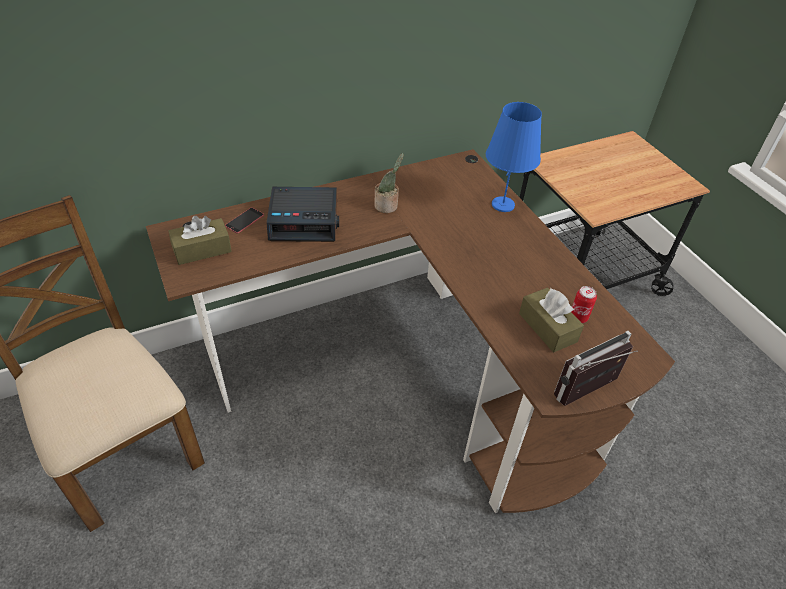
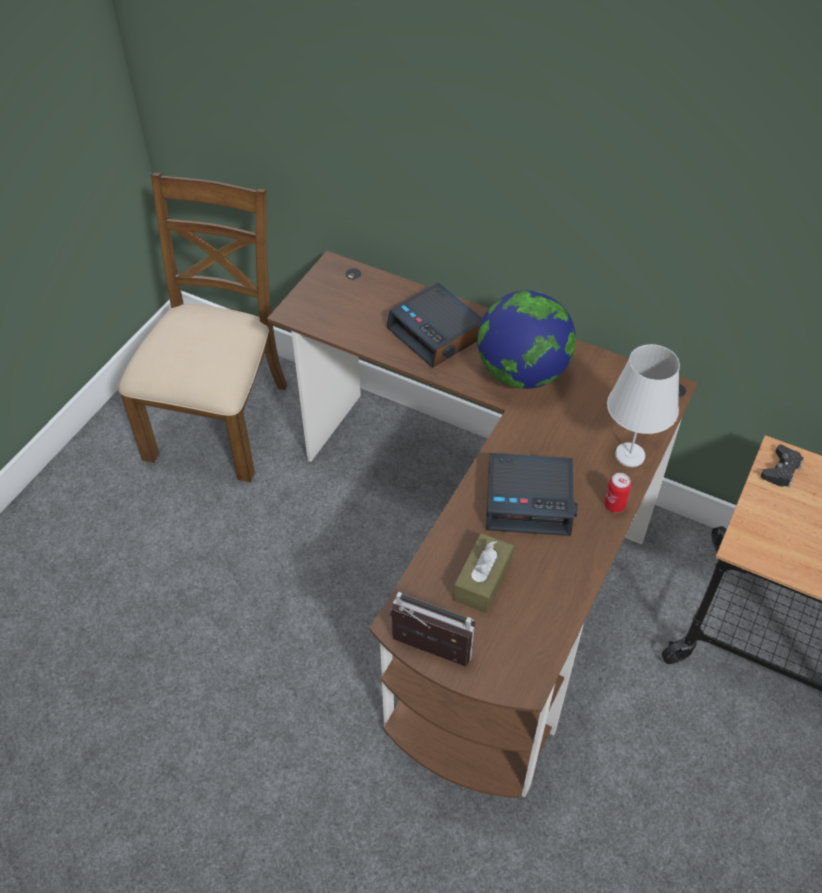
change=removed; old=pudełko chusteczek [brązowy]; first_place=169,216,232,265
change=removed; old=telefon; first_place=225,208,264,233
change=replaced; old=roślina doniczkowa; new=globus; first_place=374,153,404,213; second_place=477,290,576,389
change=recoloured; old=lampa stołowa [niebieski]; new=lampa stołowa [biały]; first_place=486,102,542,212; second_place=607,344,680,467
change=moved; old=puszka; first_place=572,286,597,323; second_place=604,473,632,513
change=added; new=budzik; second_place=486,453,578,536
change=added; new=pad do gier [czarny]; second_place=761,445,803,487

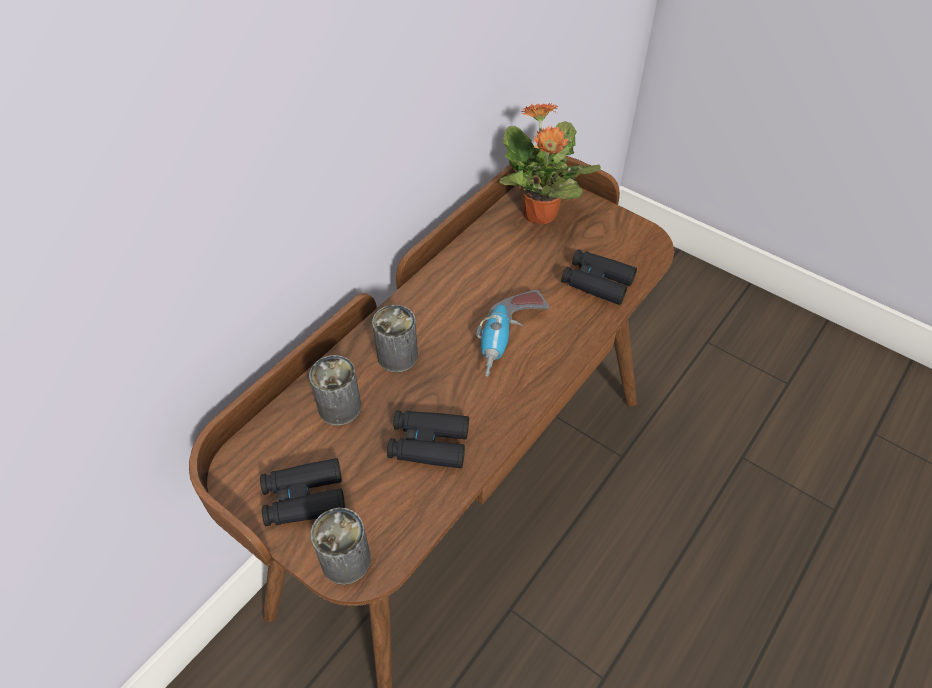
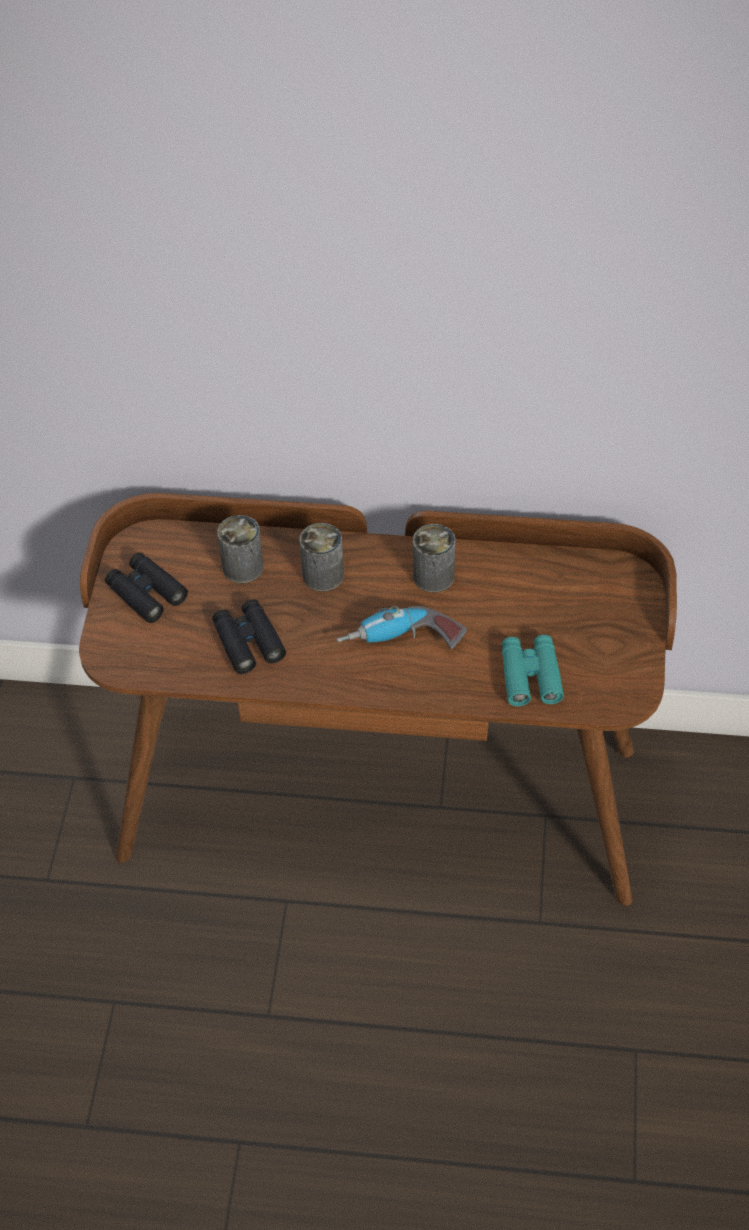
change=moved; old=puszka; first_place=311,508,371,585; second_place=413,524,455,593
change=removed; old=roślina doniczkowa; first_place=499,103,601,224
change=recoloured; old=lornetka [czarny]; new=lornetka [turkusowy]; first_place=561,249,637,305; second_place=502,635,564,706

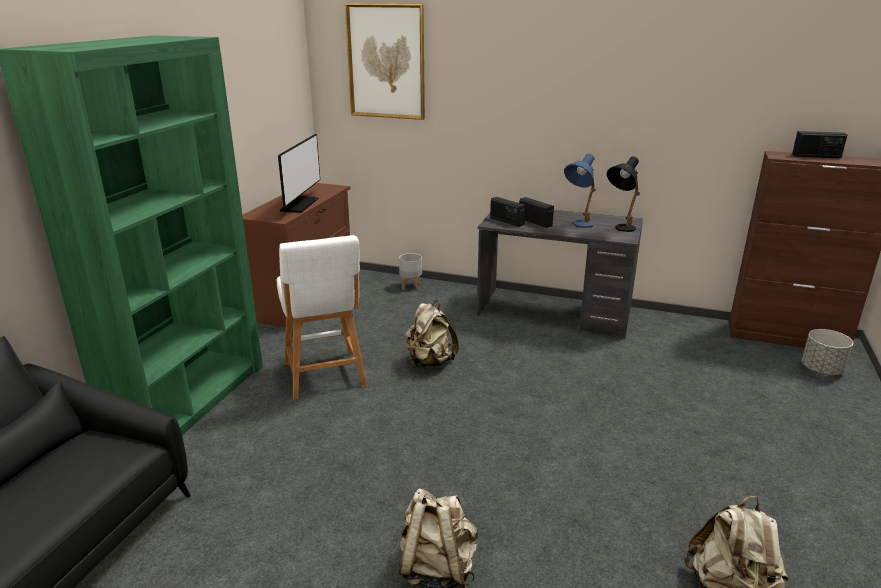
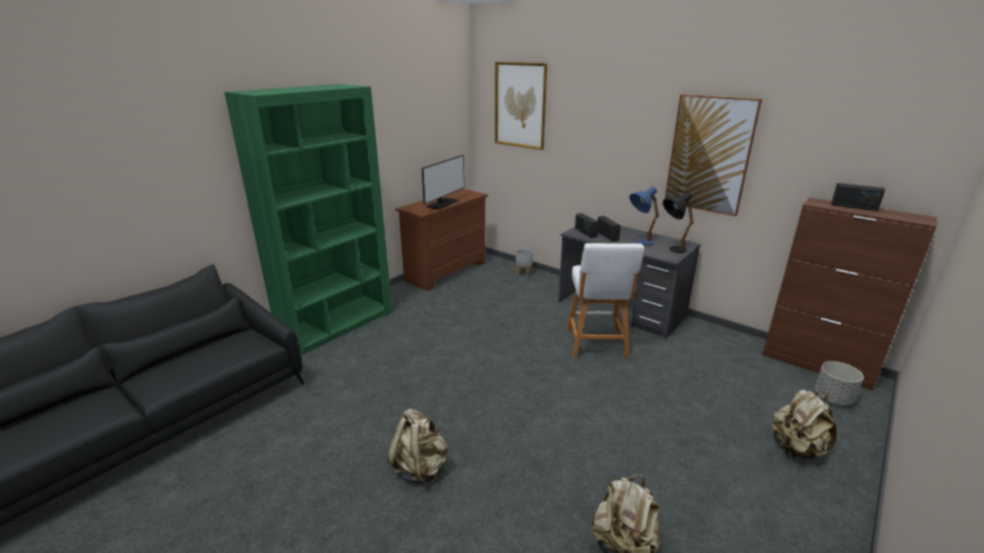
change=moved; old=stołek [biały]; first_place=276,235,367,400; second_place=566,243,644,359
change=moved; old=plecak [beżowy]; first_place=405,300,459,368; second_place=772,390,837,459
change=added; new=obraz; second_place=665,94,762,216

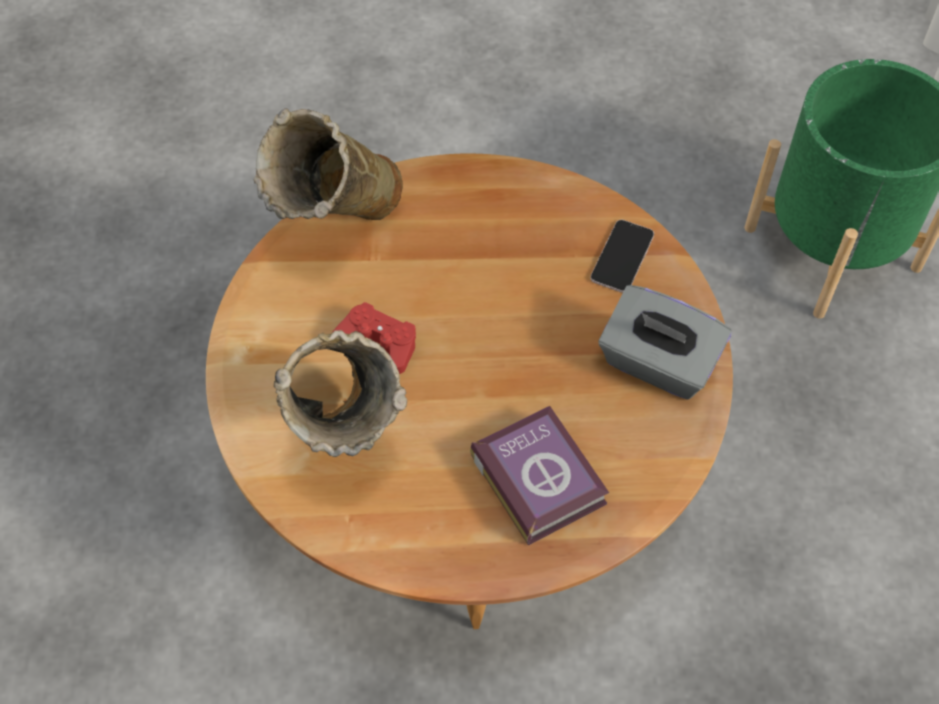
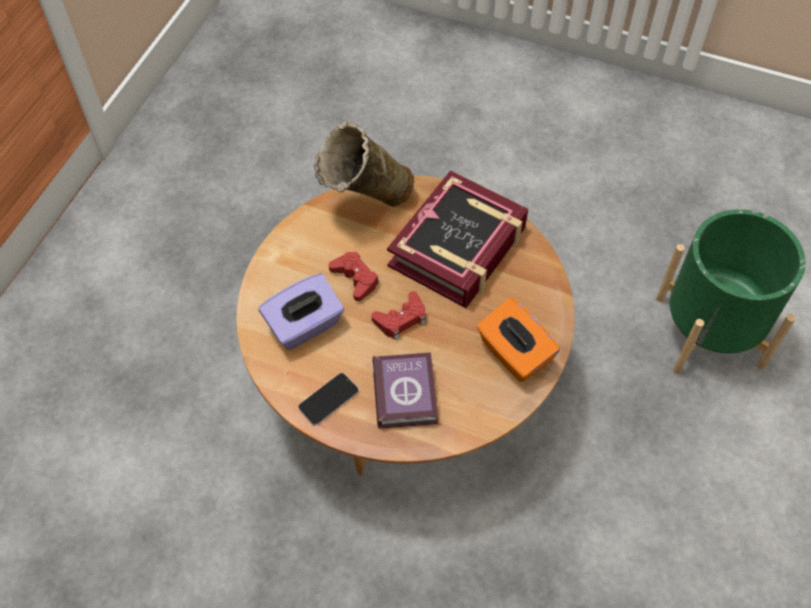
change=replaced; old=wazon [beżowy]; new=pudełko chusteczek [fioletowy]; first_place=274,330,407,457; second_place=259,273,344,350
change=moved; old=telefon; first_place=590,220,654,293; second_place=298,373,359,426
change=recoloured; old=pudełko chusteczek [szary]; new=pudełko chusteczek [pomarańczowy]; first_place=599,285,732,399; second_place=477,298,560,382
change=added; new=pad do gier [czerwony]; second_place=371,291,426,340
change=added; new=książka; second_place=387,170,528,308

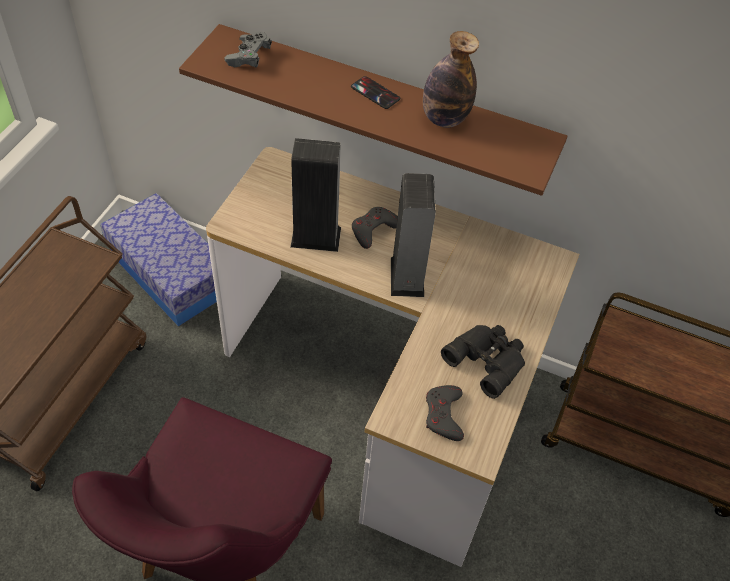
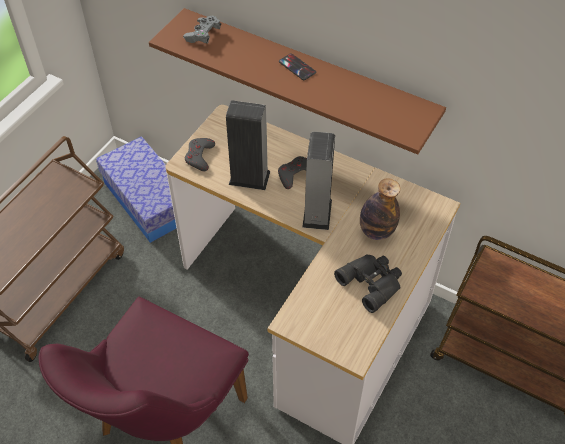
change=moved; old=butelka; first_place=423,31,479,128; second_place=360,178,400,240
change=moved; old=pad do gier [szary]; first_place=426,385,464,441; second_place=185,138,215,171

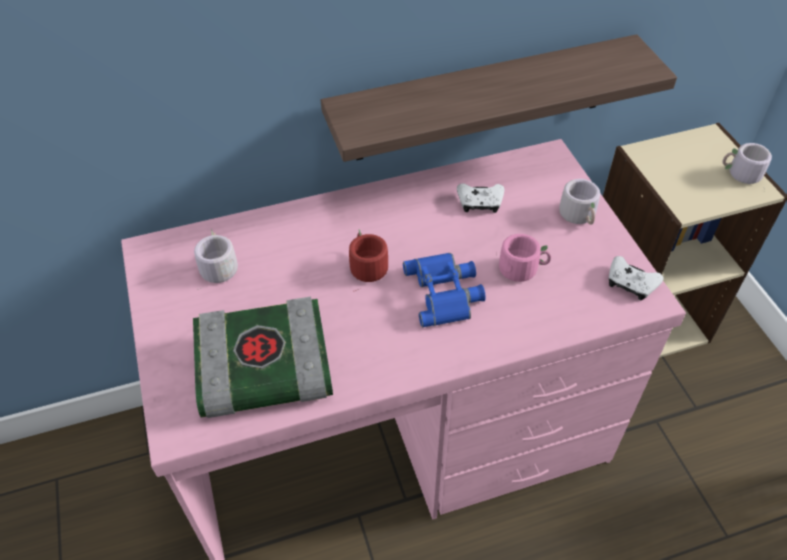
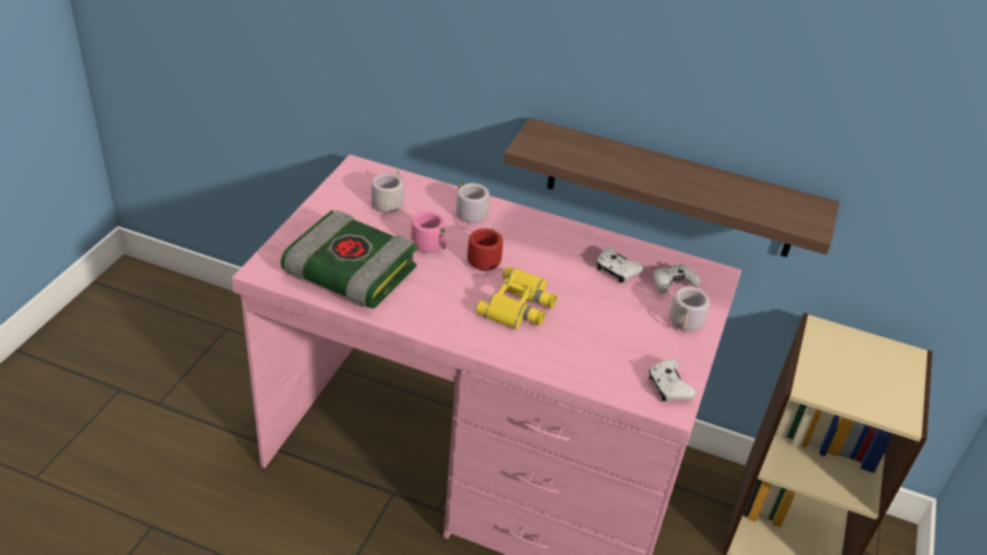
change=recoloured; old=lornetka [niebieski]; new=lornetka [żółty]; first_place=403,253,486,327; second_place=476,267,557,330
change=moved; old=kubek [różowy]; first_place=496,234,551,282; second_place=411,211,448,253
change=moved; old=kubek [szary]; first_place=722,143,772,184; second_place=456,180,489,230
change=added; new=pad do gier [biały]; second_place=653,263,701,293

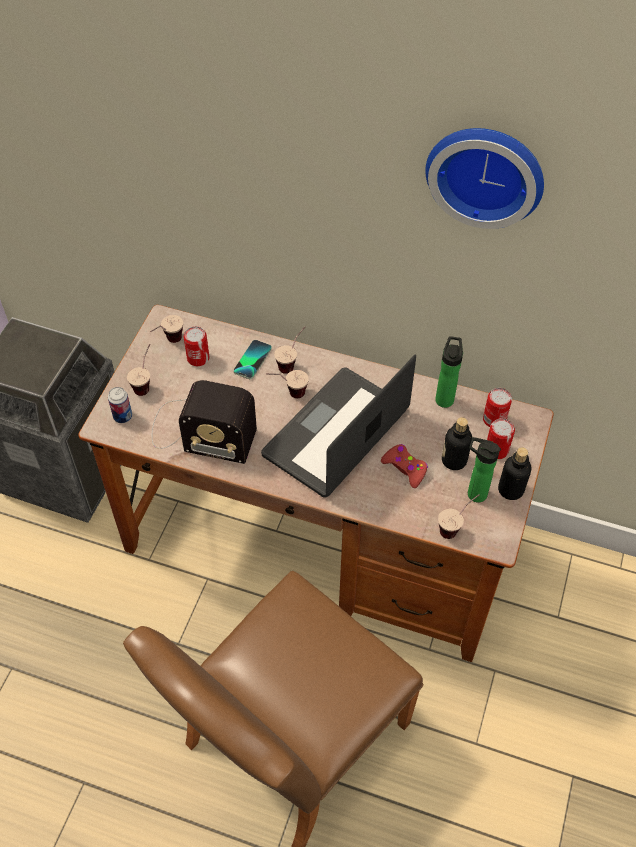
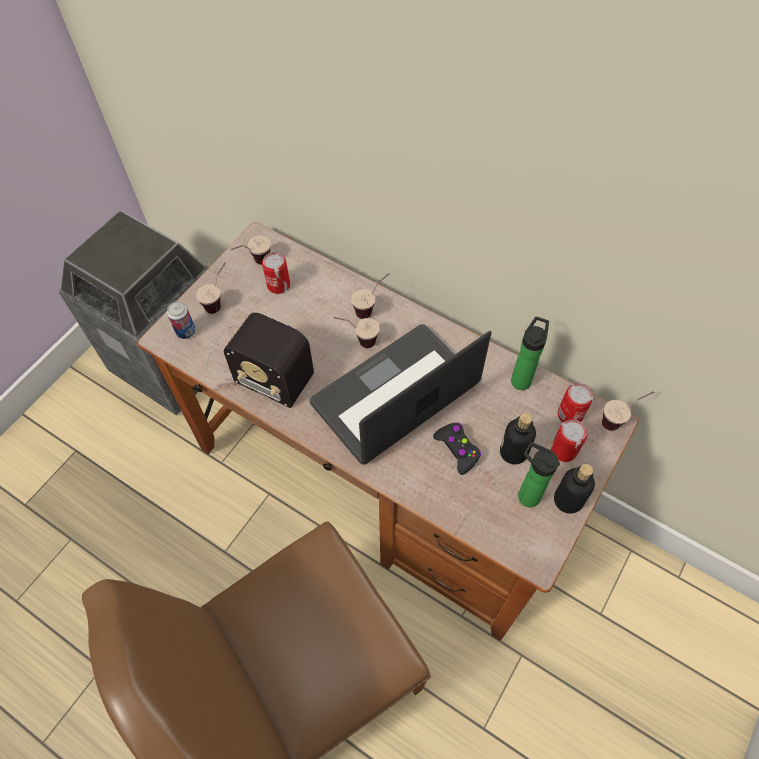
change=removed; old=telefon; first_place=233,340,272,379
change=recoloured; old=pad do gier [czerwony]; new=pad do gier [czarny]; first_place=381,444,428,488; second_place=433,423,481,475
change=removed; old=zegar ścienny; first_place=425,128,544,229
change=moved; old=filiżanka; first_place=438,494,480,539; second_place=602,391,654,431

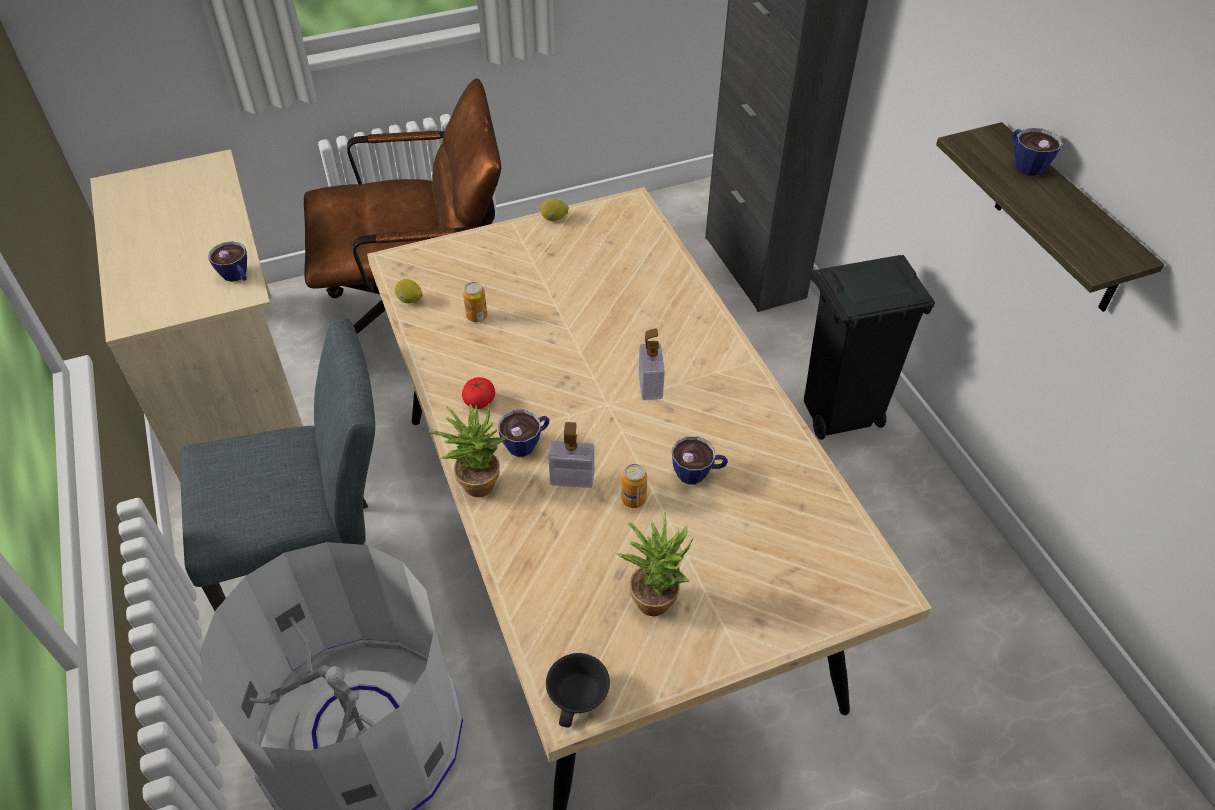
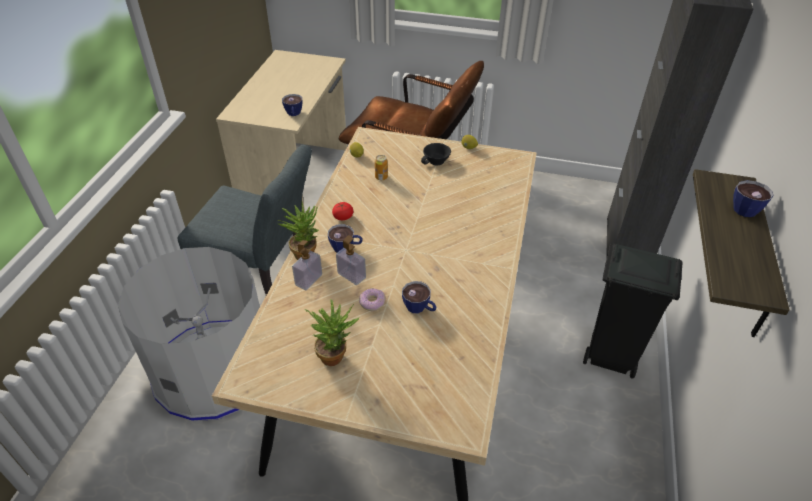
change=moved; old=filiżanka [czarny]; first_place=546,653,610,728; second_place=421,143,451,165
change=replaced; old=puszka; new=donut; first_place=621,464,647,508; second_place=359,288,386,311
change=moved; old=dozownik mydła; first_place=639,328,665,400; second_place=292,240,322,290

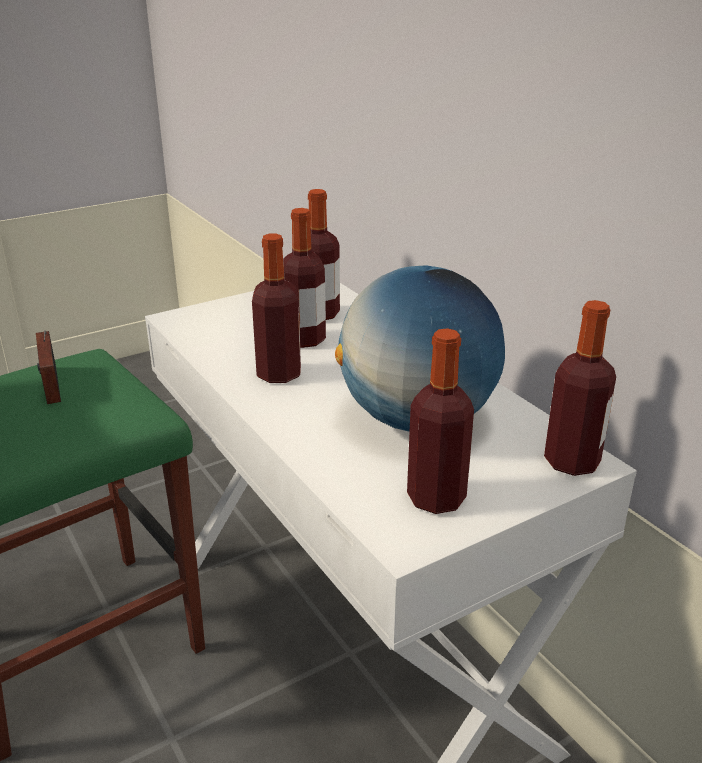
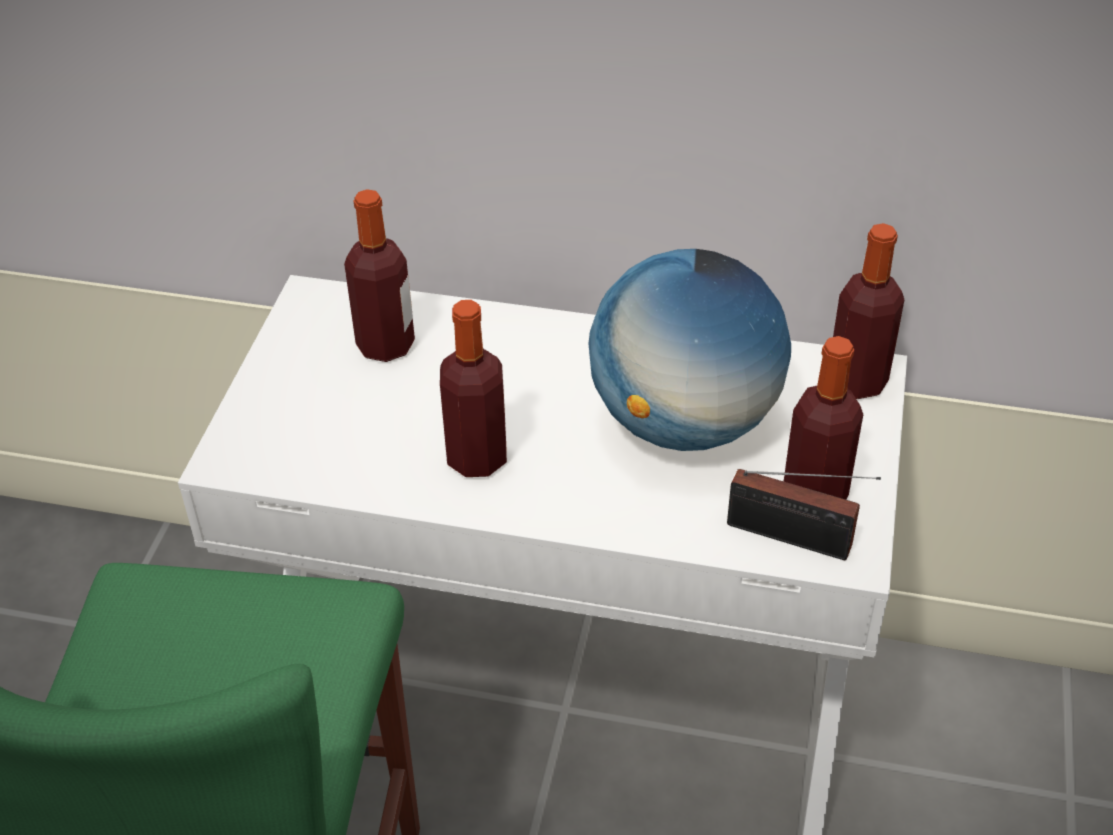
change=moved; old=radio; first_place=36,331,61,404; second_place=727,469,881,560
change=removed; old=butelka; first_place=283,208,326,348

